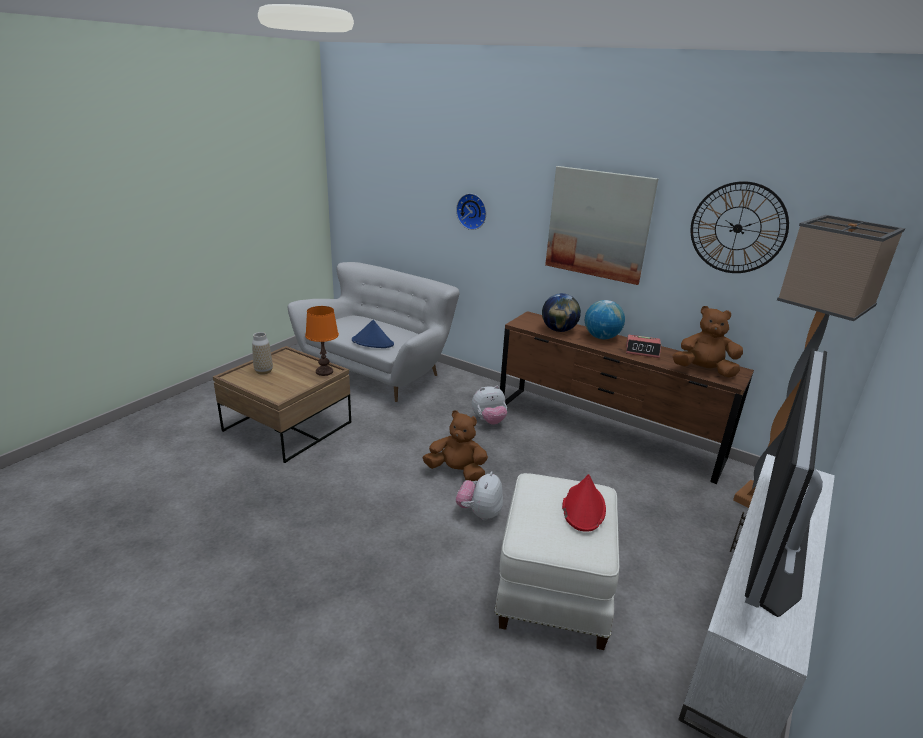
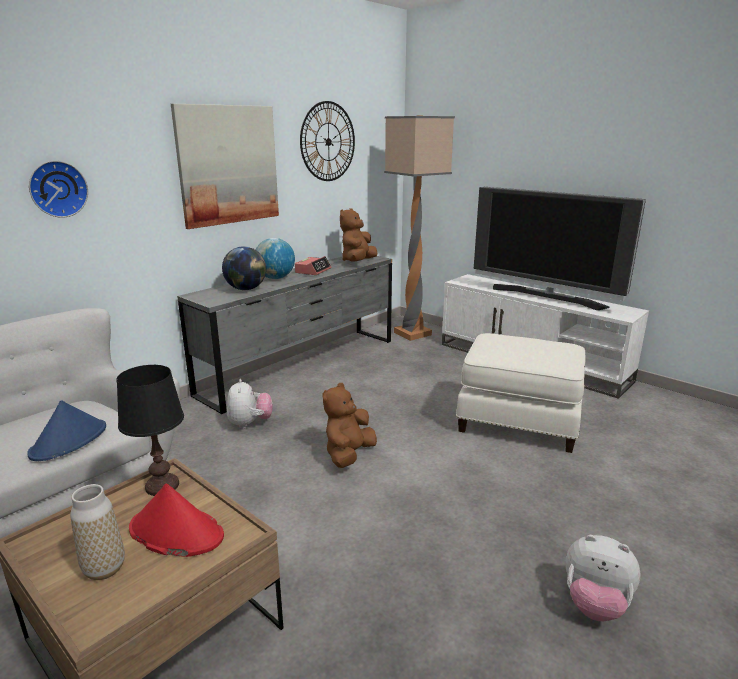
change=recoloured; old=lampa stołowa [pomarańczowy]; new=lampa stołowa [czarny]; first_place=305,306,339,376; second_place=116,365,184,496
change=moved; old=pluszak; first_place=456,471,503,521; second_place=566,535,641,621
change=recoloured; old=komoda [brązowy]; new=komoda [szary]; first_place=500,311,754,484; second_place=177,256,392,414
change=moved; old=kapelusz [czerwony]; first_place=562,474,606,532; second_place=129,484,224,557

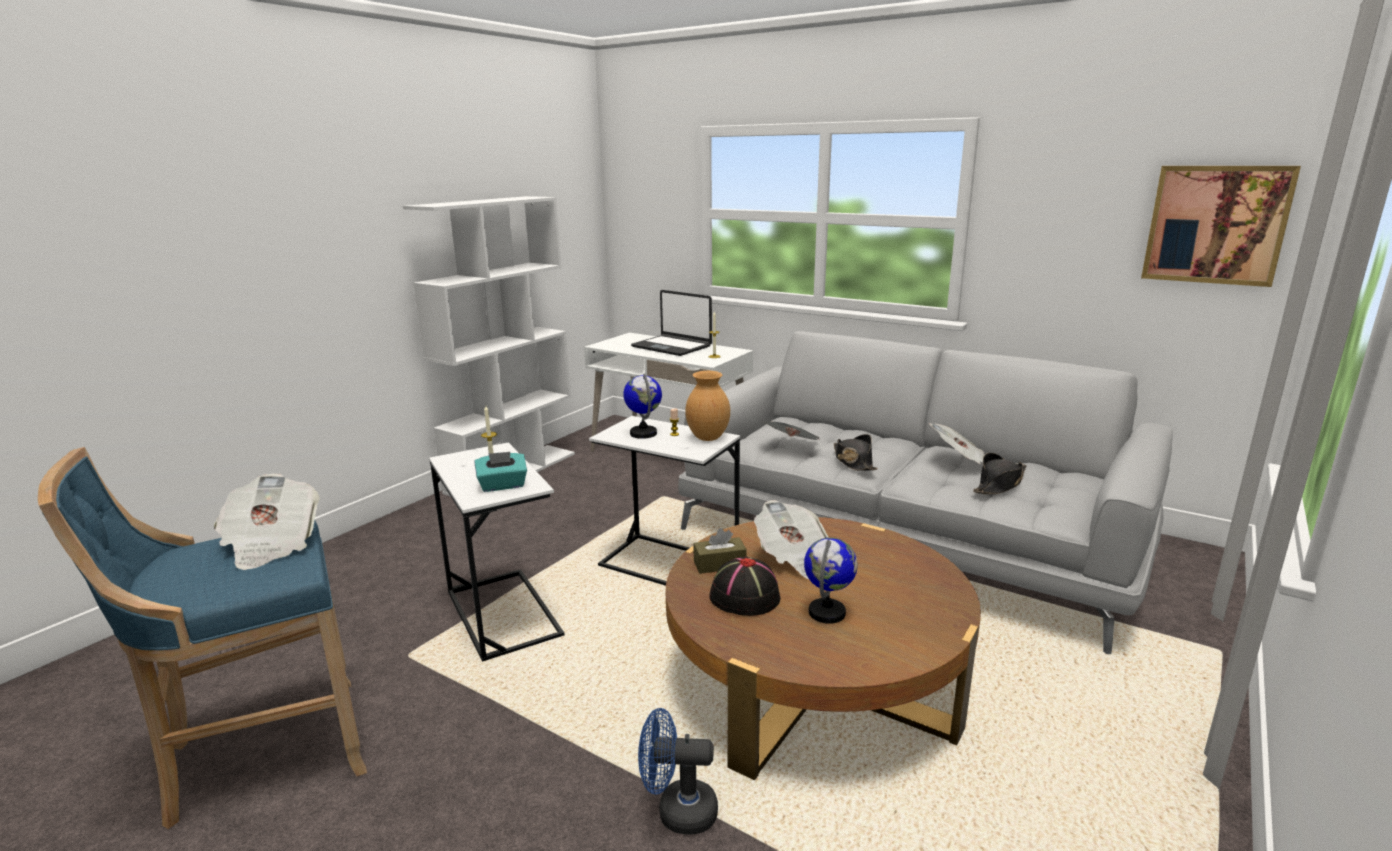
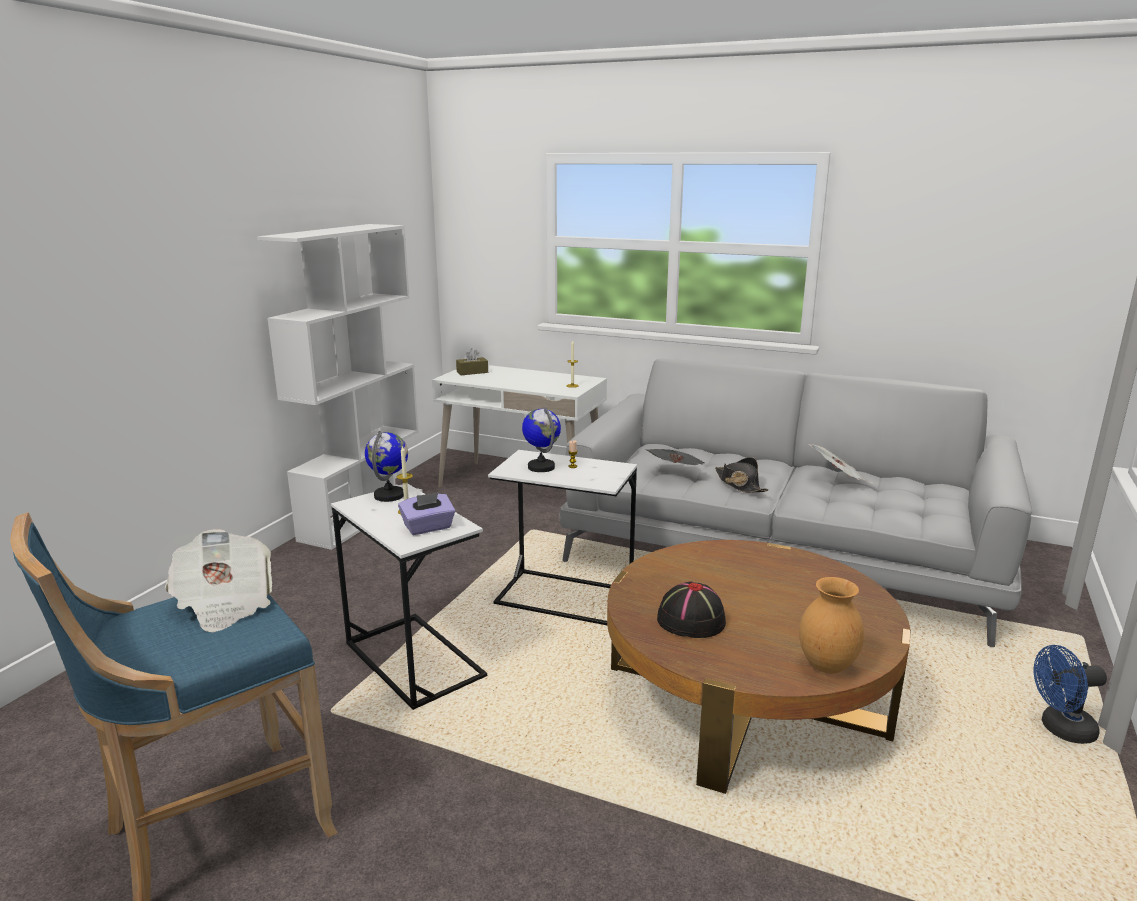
change=recoloured; old=pudełko chusteczek [turkusowy]; new=pudełko chusteczek [fioletowy]; first_place=475,452,527,492; second_place=398,492,455,535
change=removed; old=laptop; first_place=631,290,712,356
change=moved; old=wentylator [niebieski]; first_place=638,708,718,835; second_place=1034,645,1107,744
change=moved; old=wazon [brązowy]; first_place=685,371,730,441; second_place=799,577,864,674
change=moved; old=pudełko chusteczek [brązowy]; first_place=693,528,747,574; second_place=456,348,488,375
change=removed; old=gazeta; first_place=754,500,828,579
change=moved; old=globus; first_place=804,537,858,624; second_place=365,431,408,502
change=removed; old=kapelusz [czarny]; first_place=973,453,1027,494
change=removed; old=obraz; first_place=1141,166,1301,287

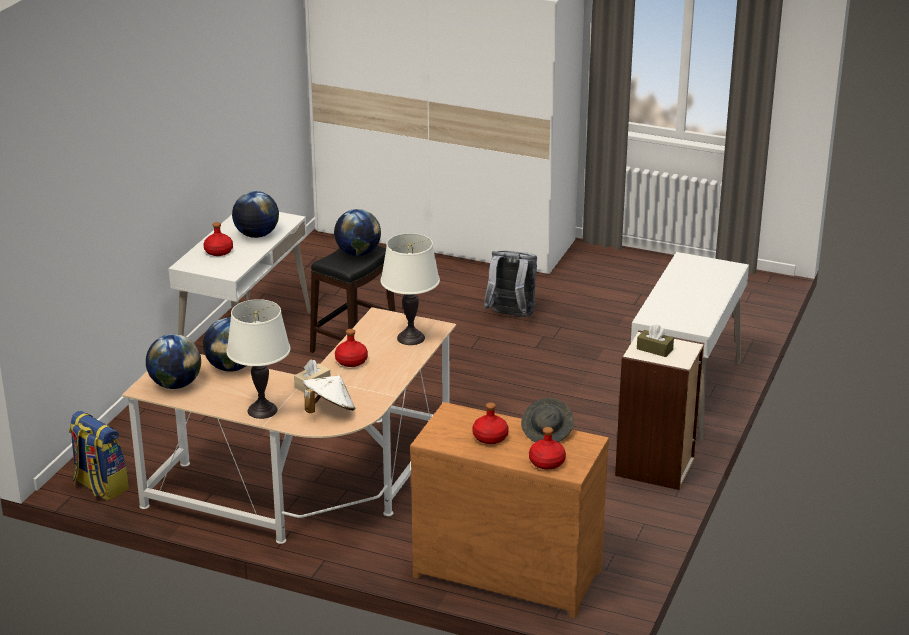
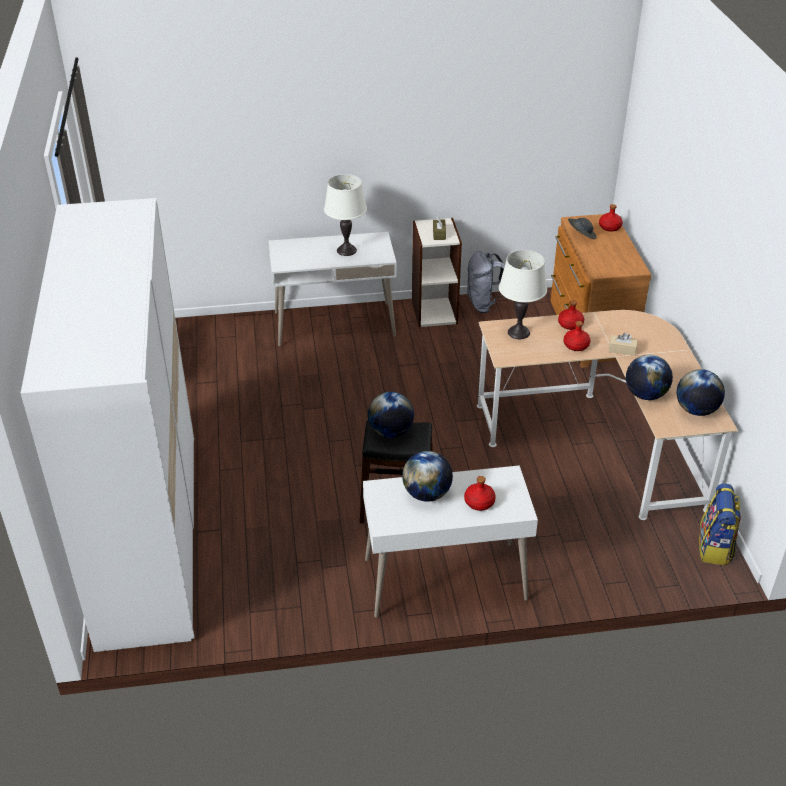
change=moved; old=lampa stołowa [biały]; first_place=226,299,291,419; second_place=324,174,367,256
change=removed; old=kapelusz [biały]; first_place=303,376,355,413
change=moved; old=butelka [czerwony]; first_place=472,402,509,444; second_place=558,300,584,330
change=moved; old=plecak [szary]; first_place=484,251,537,317; second_place=467,251,508,313

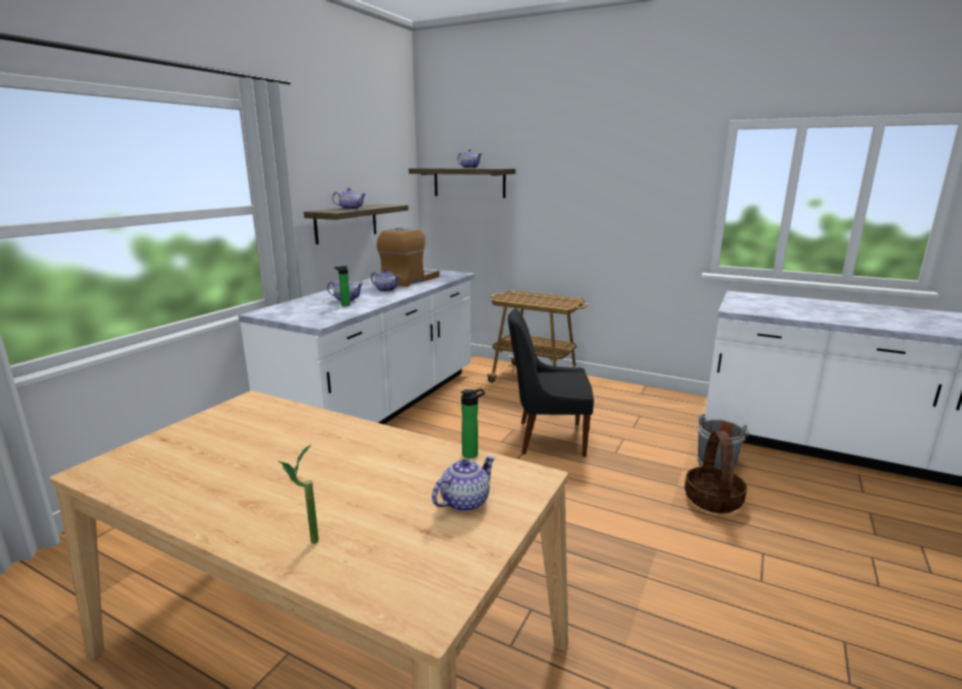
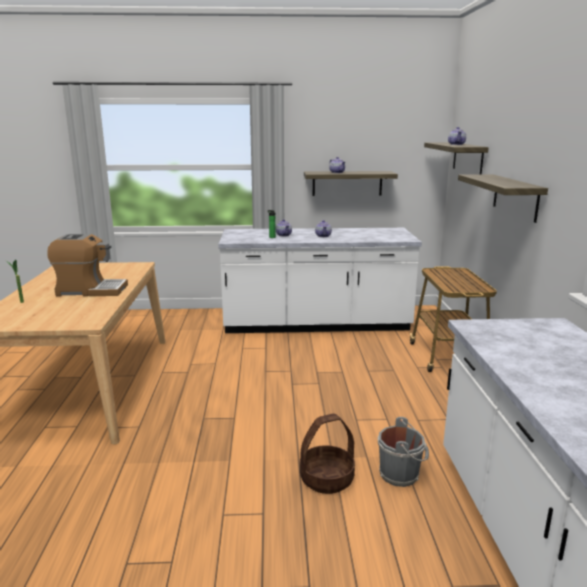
change=moved; old=ekspres do kawy; first_place=377,228,439,287; second_place=47,234,128,296
change=removed; old=imbryk; first_place=432,456,495,512
change=removed; old=butelka; first_place=461,388,485,458
change=removed; old=krzesło [czarny]; first_place=508,308,594,457
change=added; new=półka; second_place=458,174,548,223

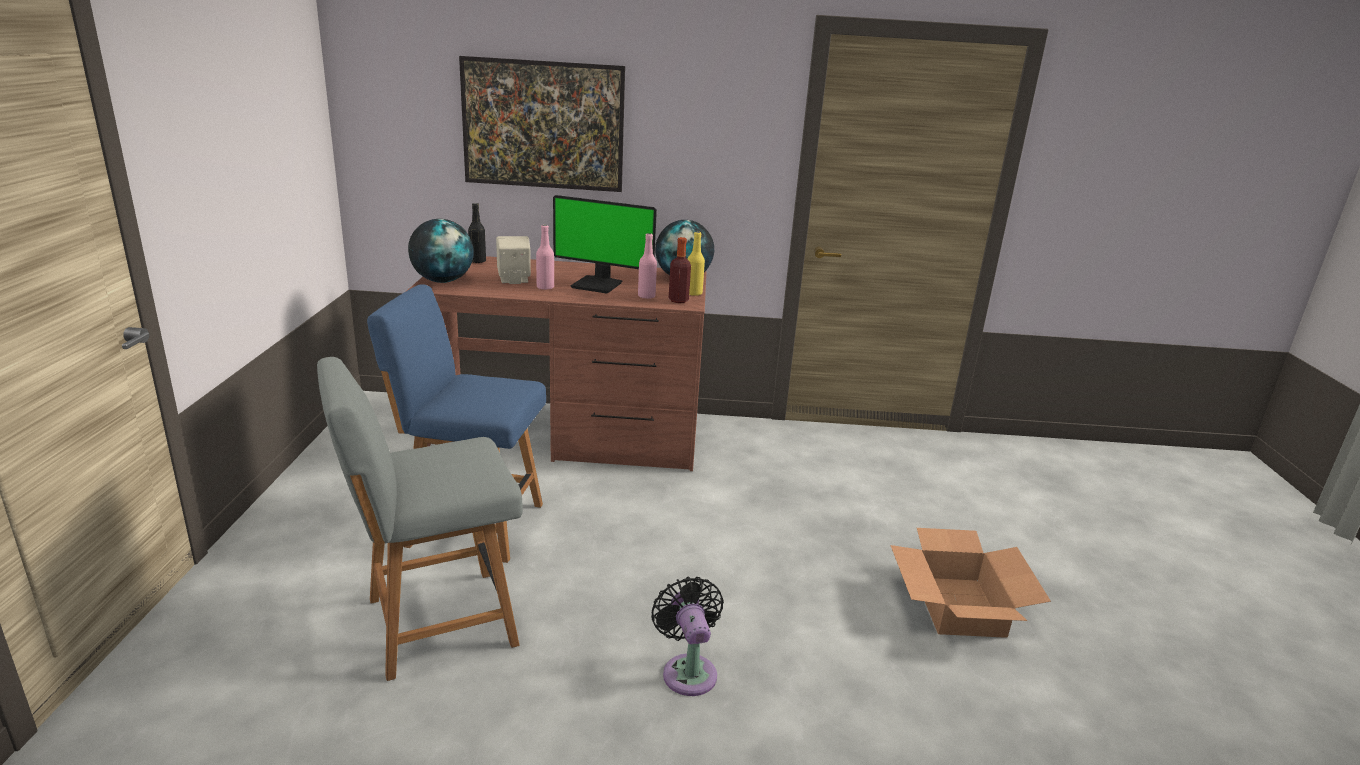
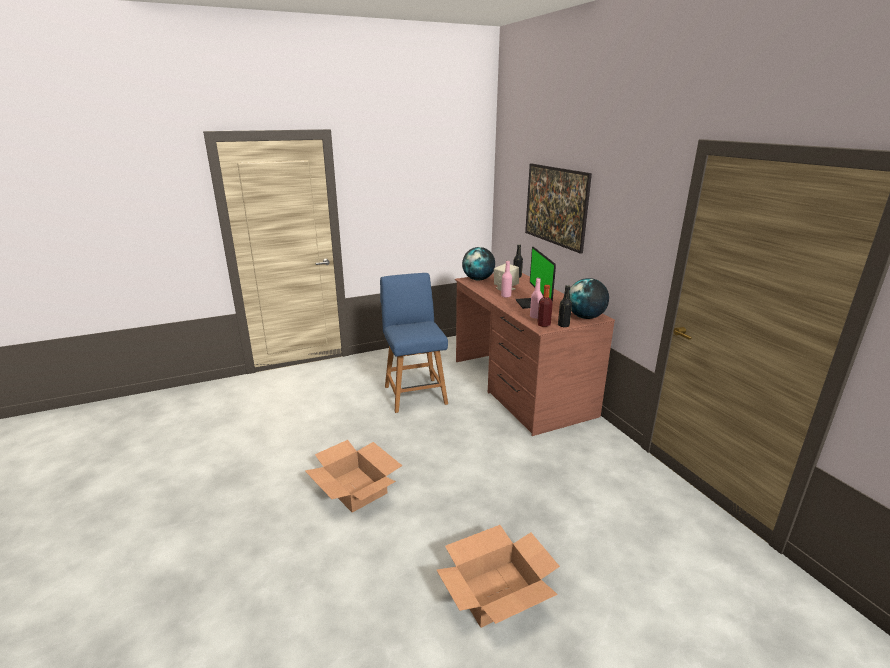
change=removed; old=krzesło [szary]; first_place=317,357,523,681
change=replaced; old=wentylator [czarny]; new=karton; first_place=651,577,724,696; second_place=305,440,402,512
change=recoloured; old=butelka [żółty]; new=butelka [czarny]; first_place=688,232,705,296; second_place=558,285,572,327

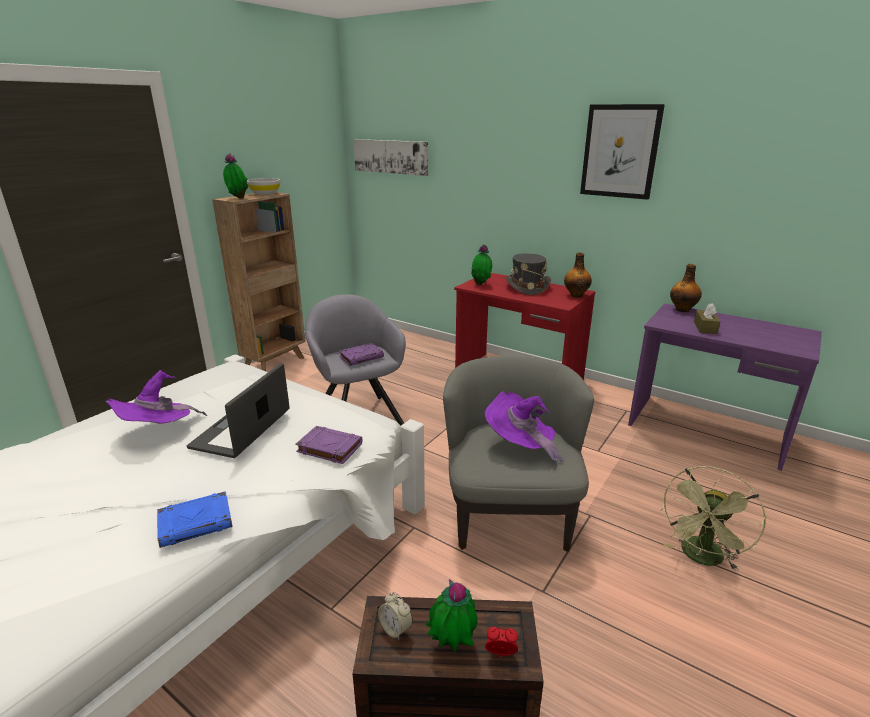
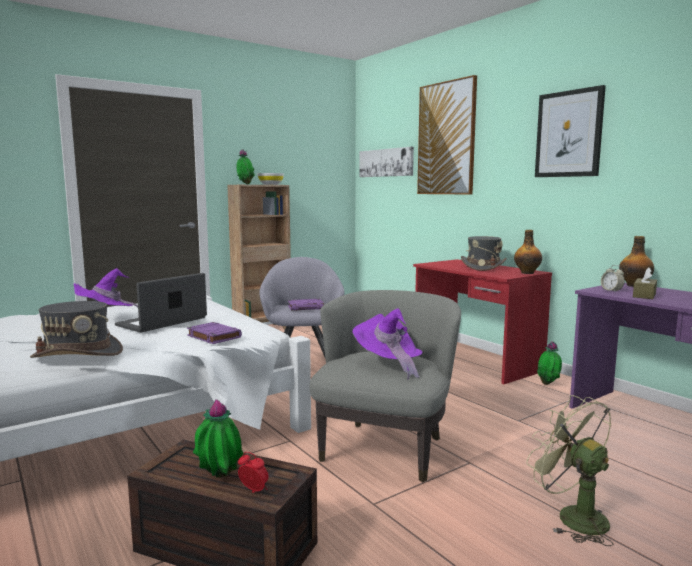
change=replaced; old=książka [niebieski]; new=kapelusz [szary]; first_place=157,491,233,548; second_place=30,301,123,358
change=moved; old=budzik; first_place=378,592,413,640; second_place=601,265,625,291
change=moved; old=roślina doniczkowa; first_place=471,244,492,285; second_place=537,341,562,385
change=turned; old=wentylator [zielony]; first_place=661,466,766,571; second_place=526,395,614,546; degrees=90
change=added; new=obraz; second_place=417,75,477,195

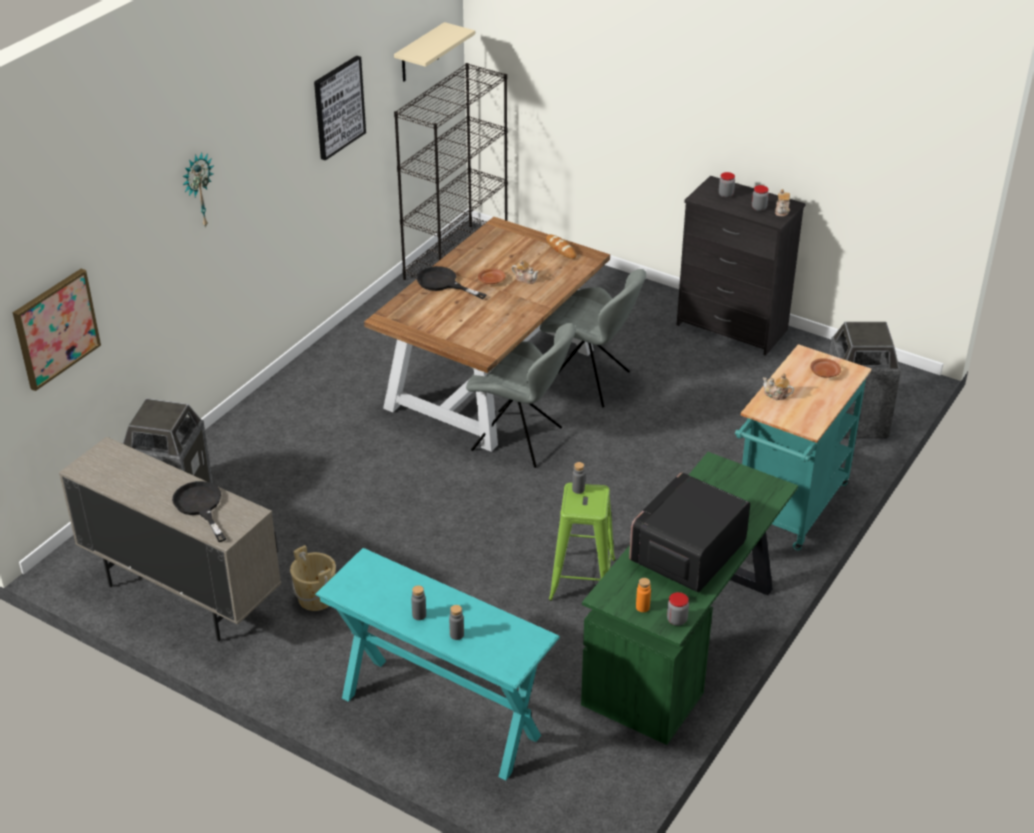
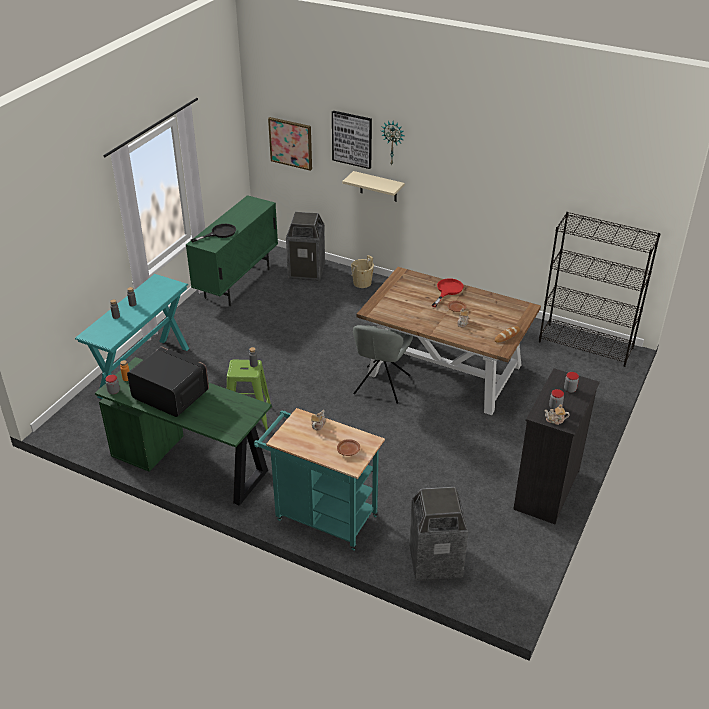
change=recoloured; old=szafka [beżowy]; new=szafka [zielony]; first_place=59,437,281,641; second_place=186,195,278,306
change=moved; old=wiadro [beżowy]; first_place=290,545,336,611; second_place=351,255,374,288
change=moved; old=obraz; first_place=314,56,366,160; second_place=332,111,372,169
change=moved; old=półka [beżowy]; first_place=394,22,475,82; second_place=342,171,405,202
change=recoloured; old=patelnia [czarny]; new=patelnia [czerwony]; first_place=416,266,487,299; second_place=432,278,464,307
change=removed; old=krzesło [szary]; first_place=540,269,646,407

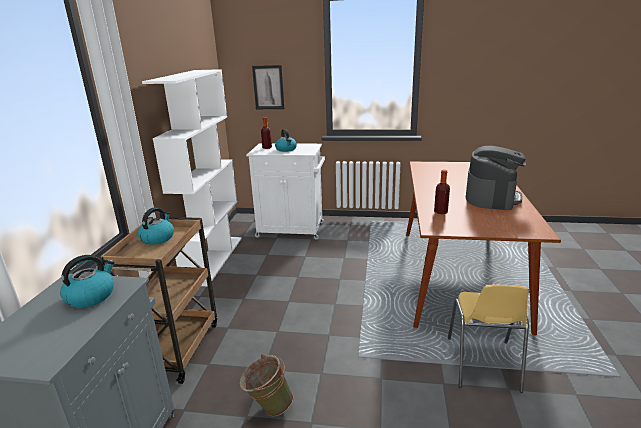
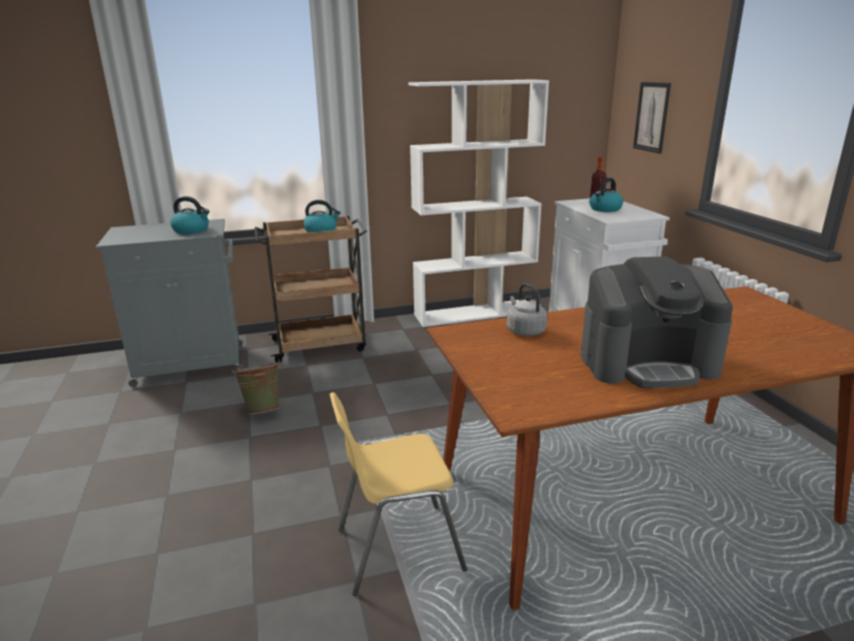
change=replaced; old=butelka; new=czajnik [szary]; first_place=434,170,450,214; second_place=507,283,547,336

